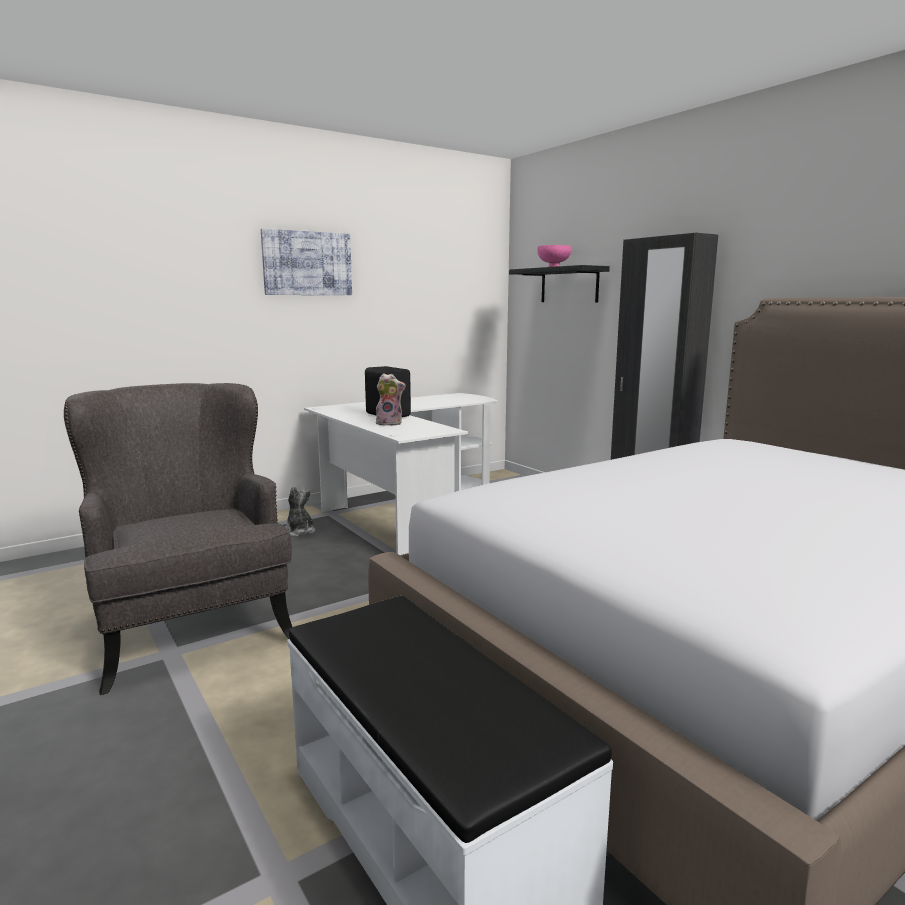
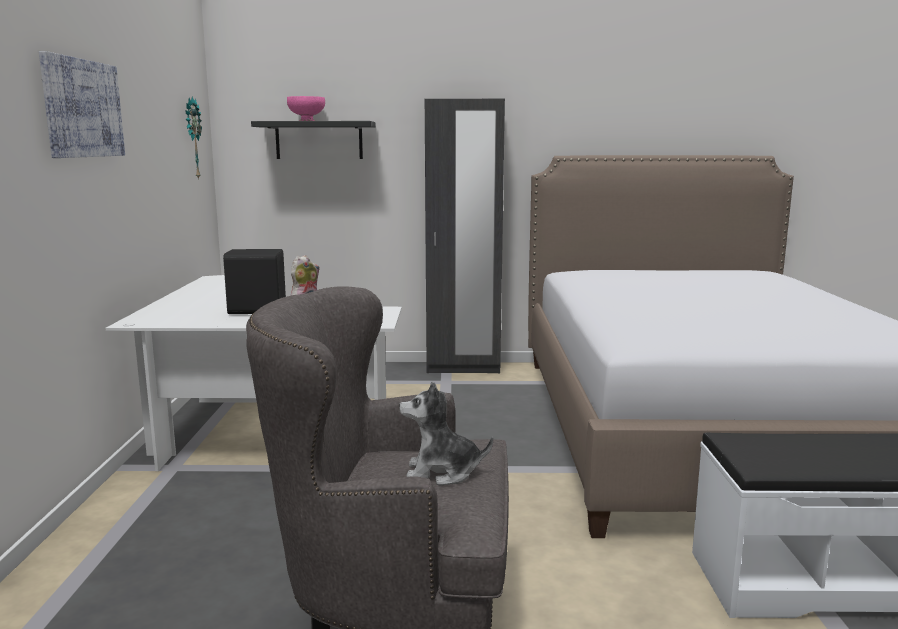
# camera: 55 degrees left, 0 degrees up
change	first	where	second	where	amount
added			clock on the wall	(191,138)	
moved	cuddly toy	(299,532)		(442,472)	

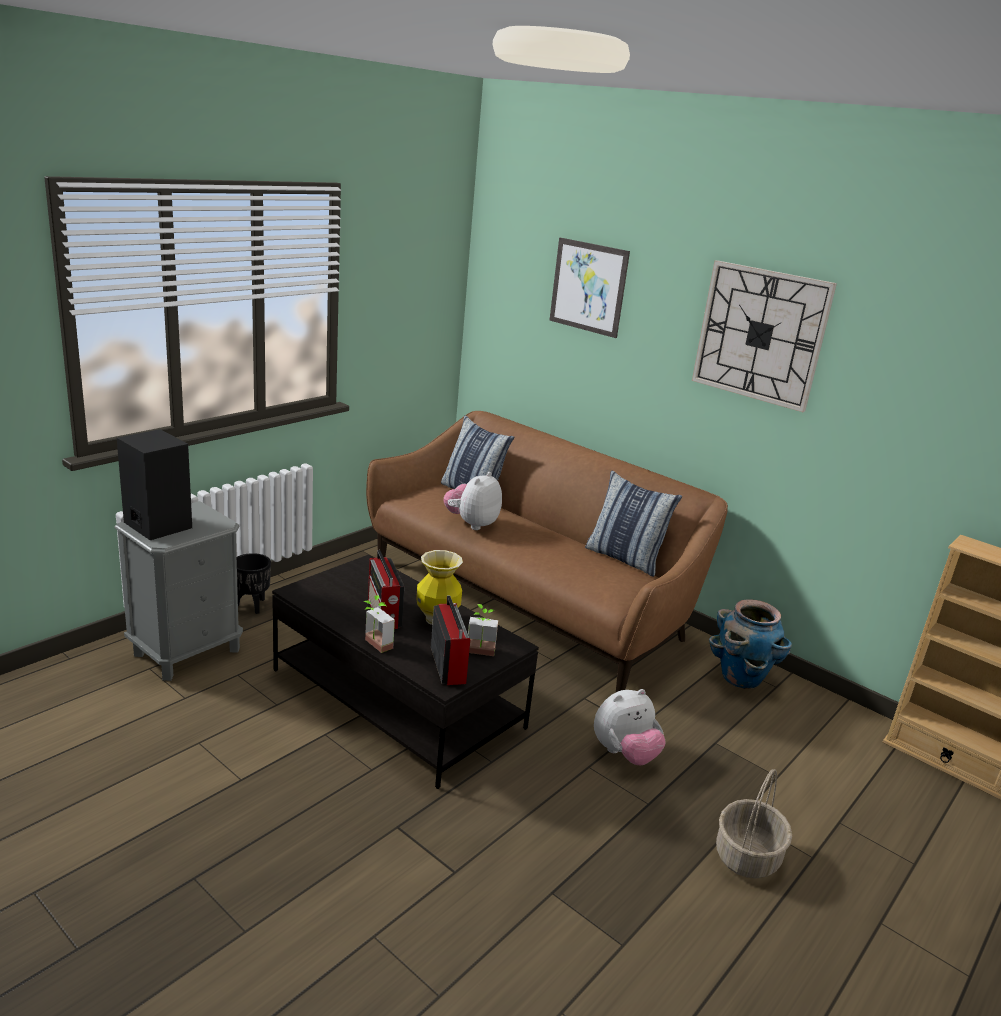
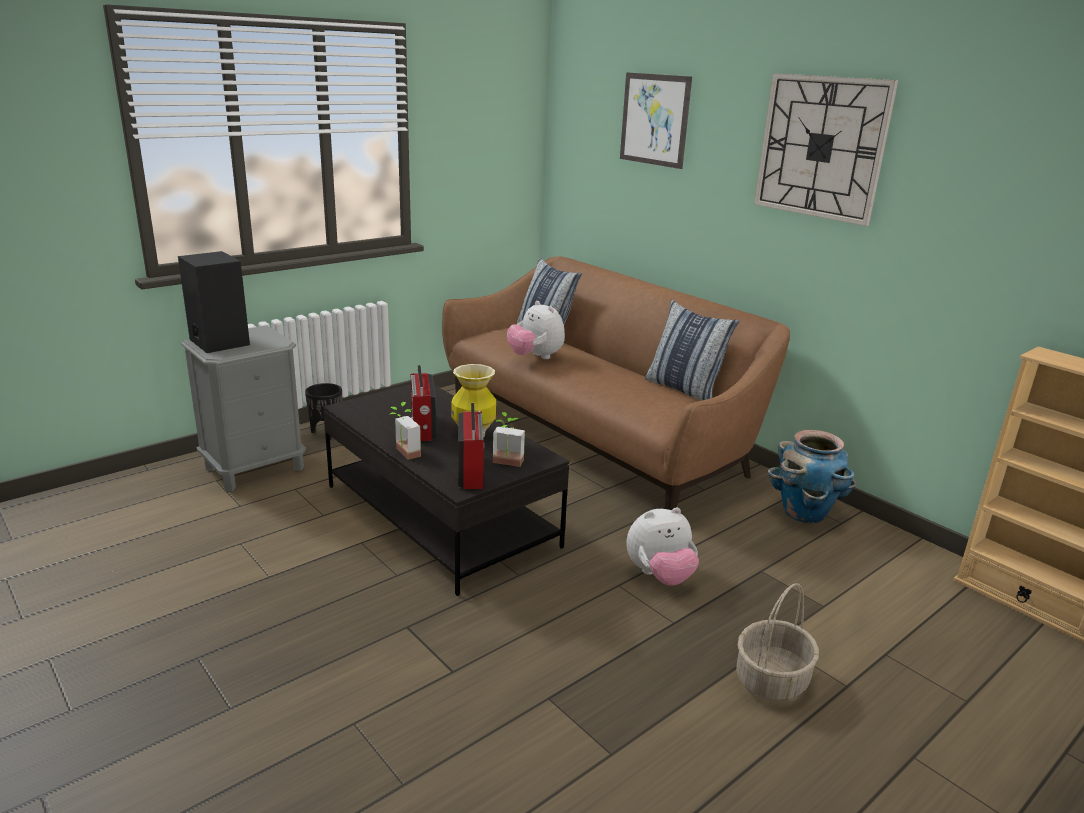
# camera: 10 degrees right, 0 degrees up
change	first	where	second	where	amount
turned	cuddly toy	(472,524)		(535,357)	75 degrees counterclockwise

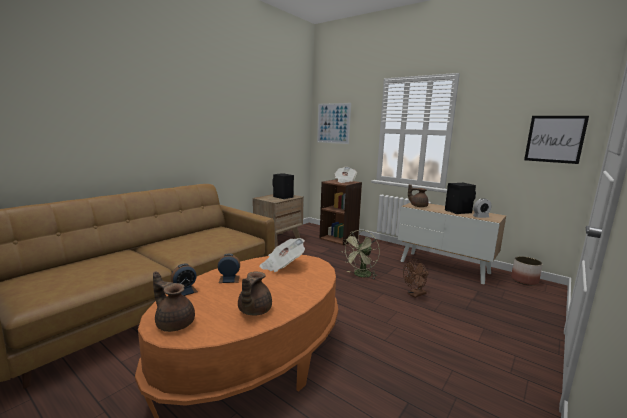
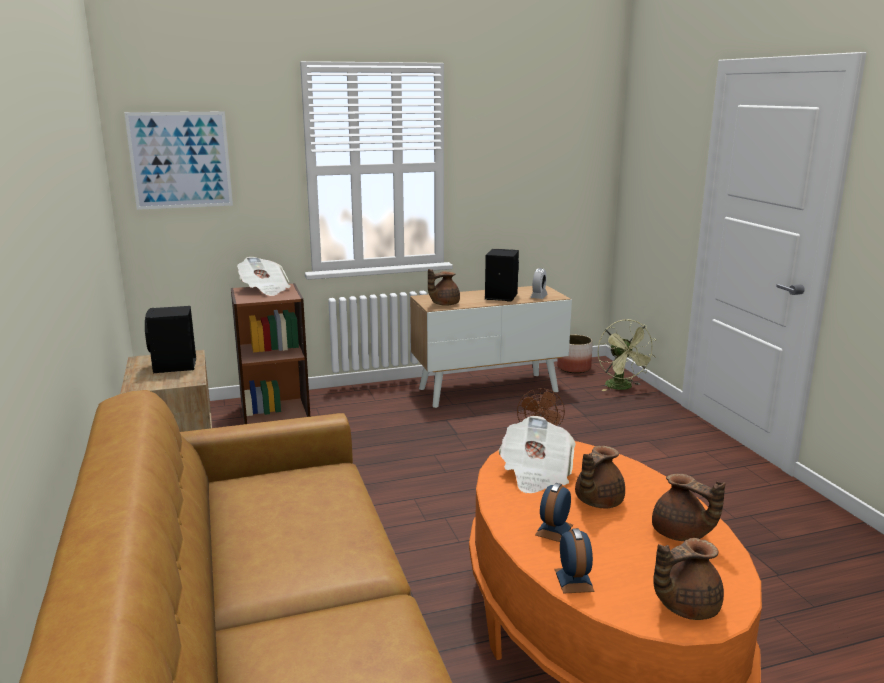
# camera: 55 degrees left, 5 degrees up
change	first	where	second	where	amount
added			teapot (brownish)	(597,501)	
moved	cooling fan (green)	(361,275)		(622,387)	
removed	wall art	(554,139)			

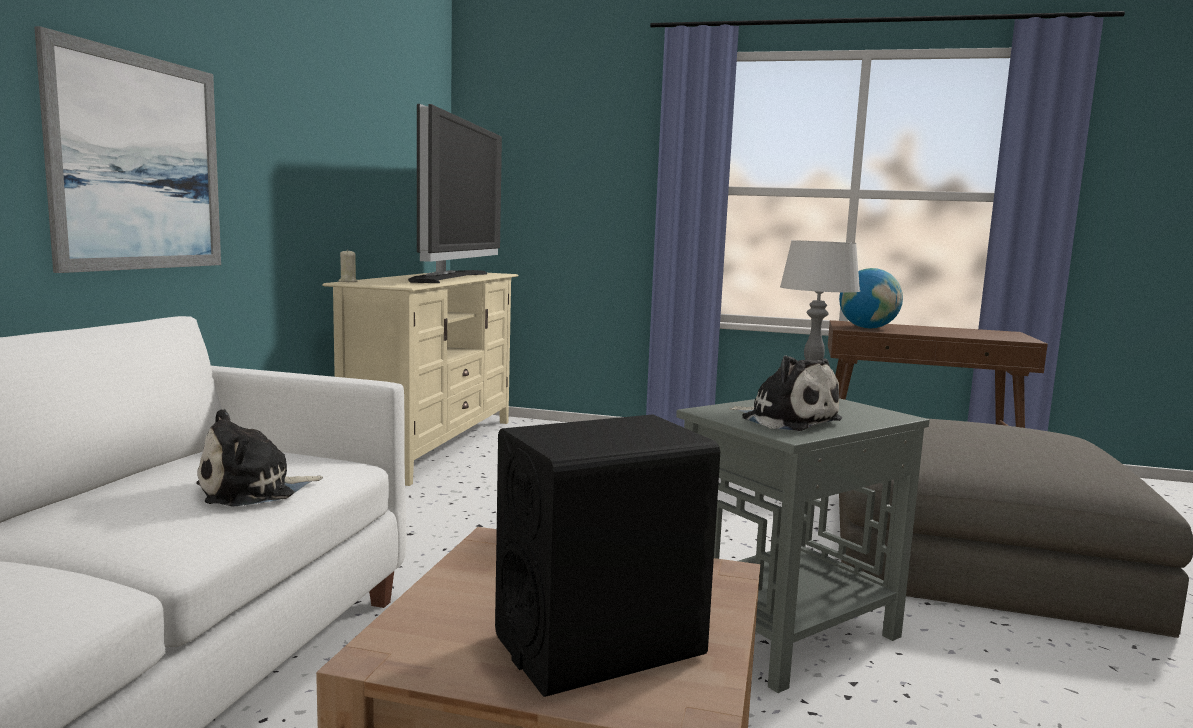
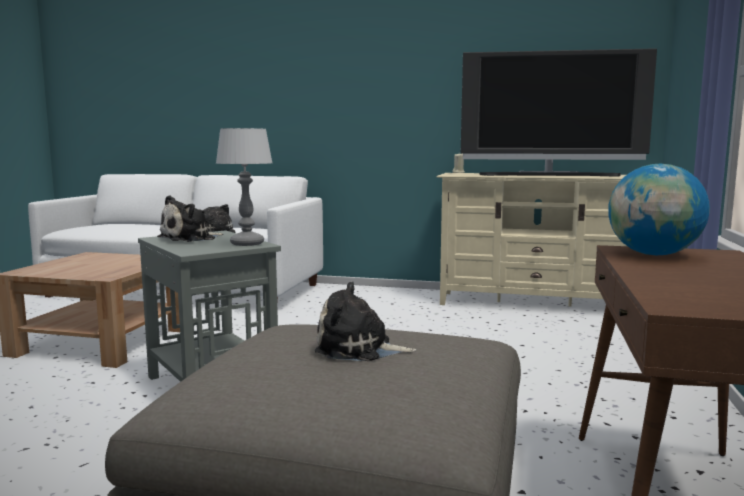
# camera: 90 degrees right, 0 degrees up
change	first	where	second	where	amount
added			cuddly toy	(358,349)	
removed	wall art	(138,163)			
removed	speaker (black-coloured)	(600,645)			

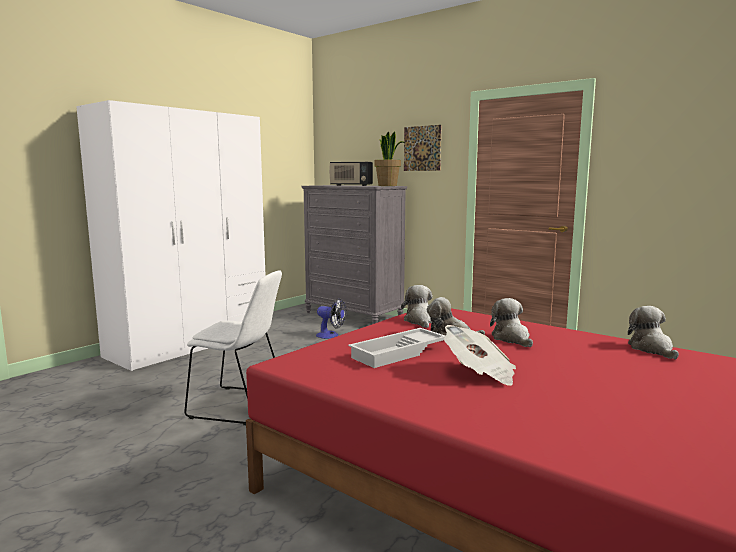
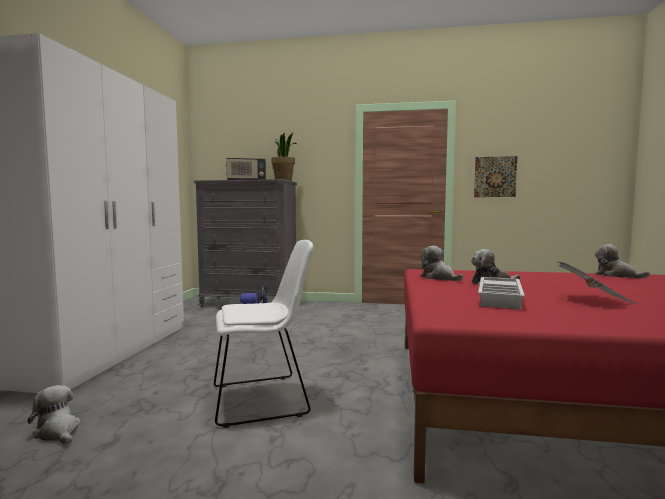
# camera: 30 degrees left, 5 degrees down
change	first	where	second	where	amount
moved	cuddly toy	(512,339)		(58,432)	
moved	wall art	(422,148)		(495,177)	

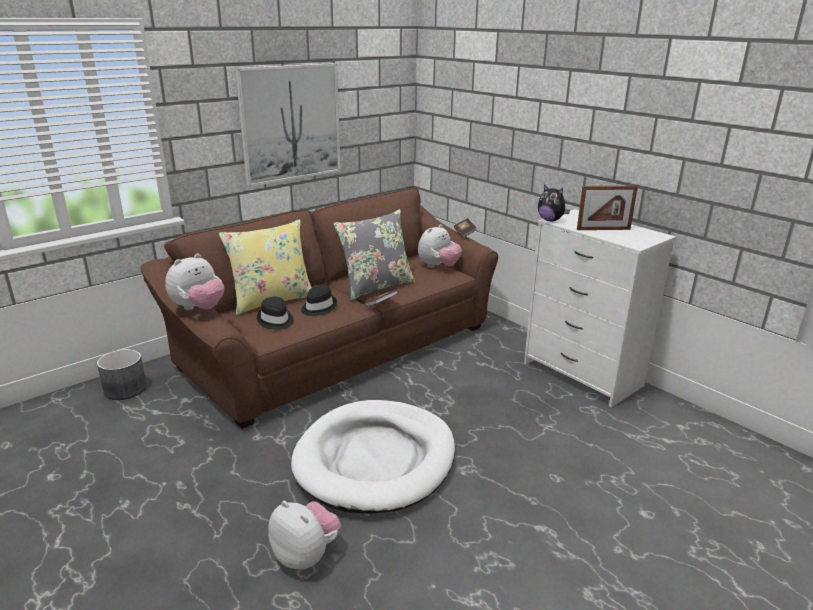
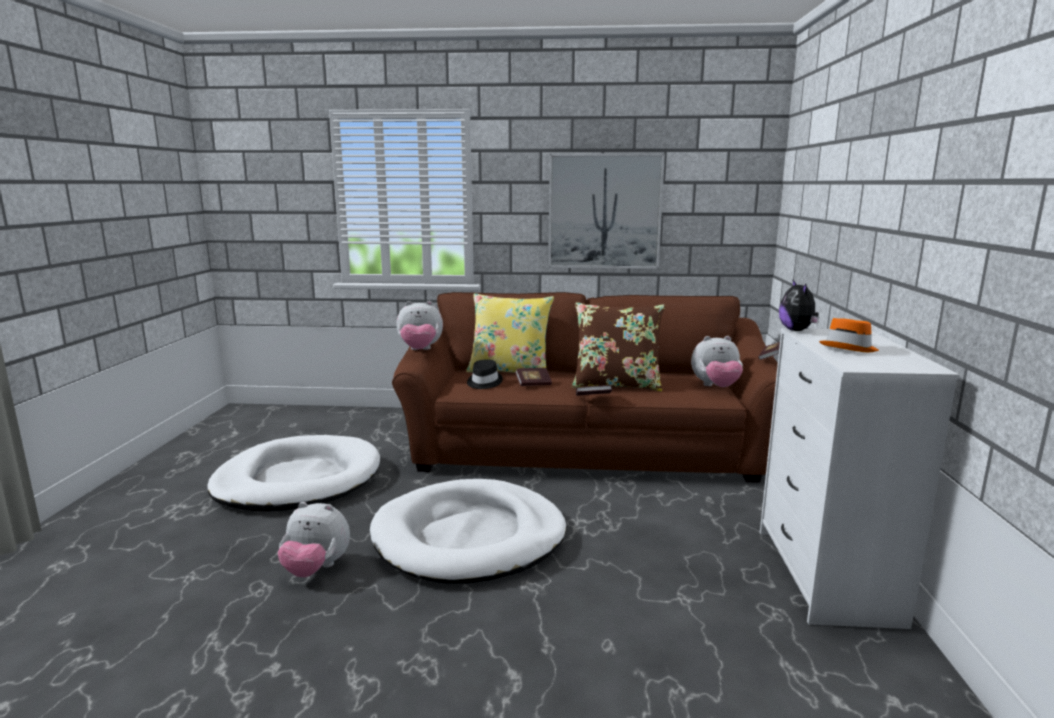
# camera: 45 degrees right, 10 degrees down
change	first	where	second	where	amount
added			dog bed (whitish)	(298,480)	
turned	cuddly toy	(306,555)		(316,569)	105 degrees clockwise
replaced	hat (black-coloured)	(318,307)	book	(533,384)	
recoloured	cushion (gray)	(376,286)	cushion (brownish)	(616,385)	
replaced	standing frame	(603,229)	hat (orange)	(849,348)	
removed	planter (gray)	(125,389)			

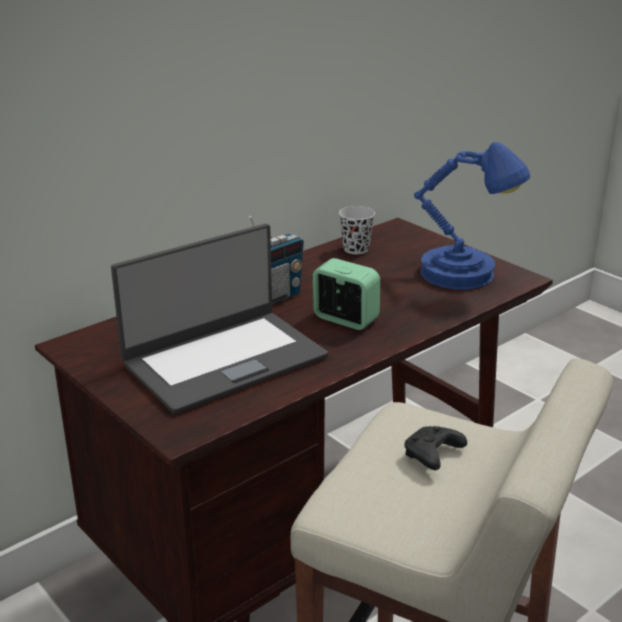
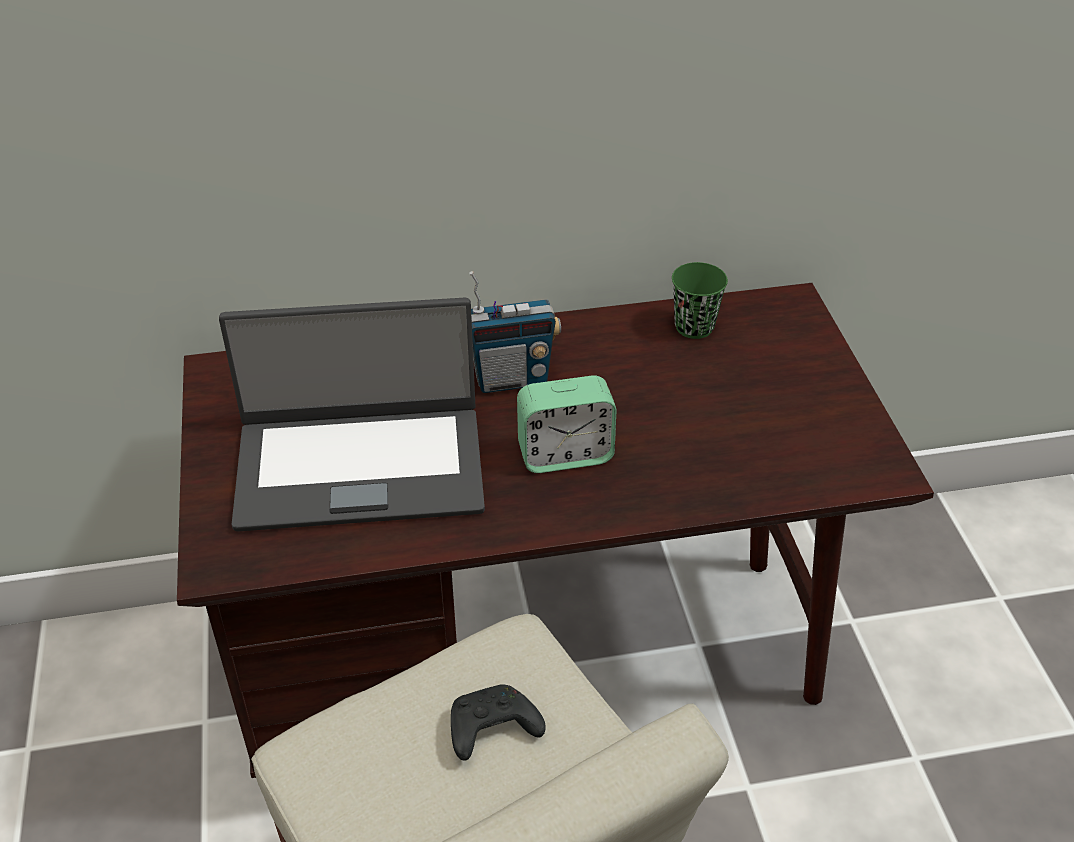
# camera: 30 degrees right, 15 degrees up
change	first	where	second	where	amount
turned	bedside clock	(345,319)		(565,454)	105 degrees clockwise
recoloured	cup (black-coloured)	(356,249)	cup (green)	(694,327)	
removed	lamp for a table (blue-coloured)	(463,274)			

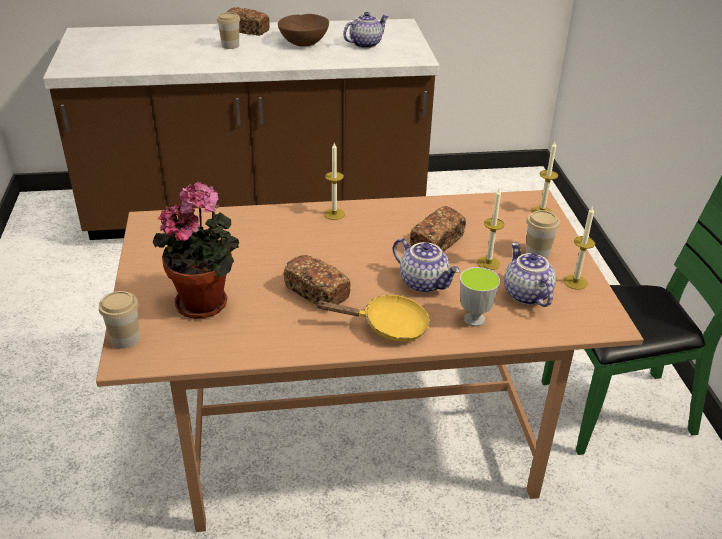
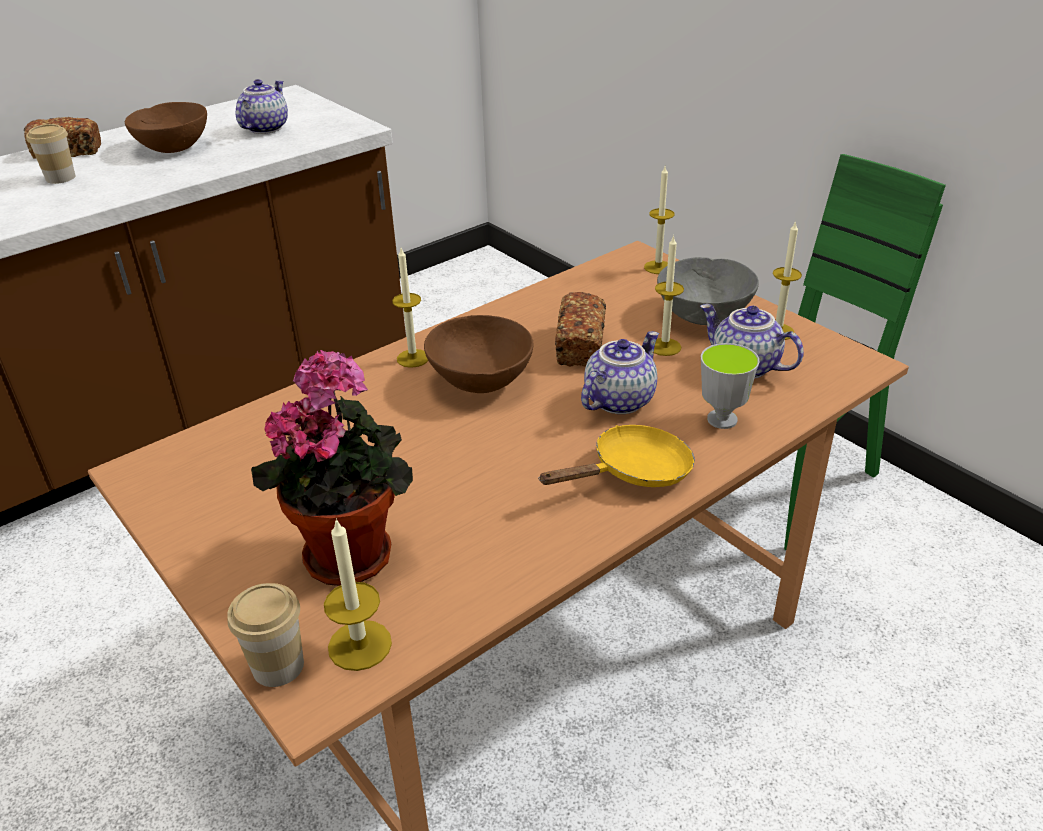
# camera: 30 degrees left, 0 degrees up
change	first	where	second	where	amount
added			wax light	(360,645)	
added			deep dish (brownish)	(481,380)	
turned	teapot	(424,283)		(618,400)	60 degrees counterclockwise
replaced	cup	(537,253)	deep dish (gray)	(703,314)	
removed	baked bread	(317,293)			

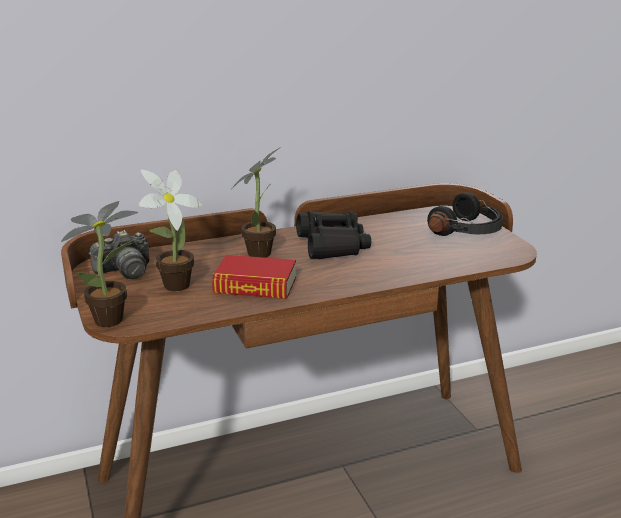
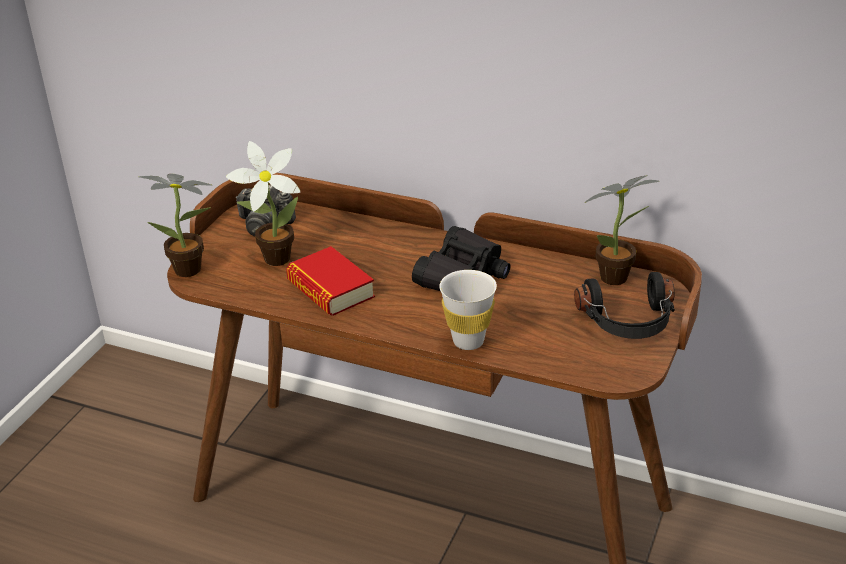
# camera: 45 degrees right, 10 degrees up
change	first	where	second	where	amount
added			cup (whitish)	(468,341)	
moved	houseplant	(262,252)		(619,277)	

